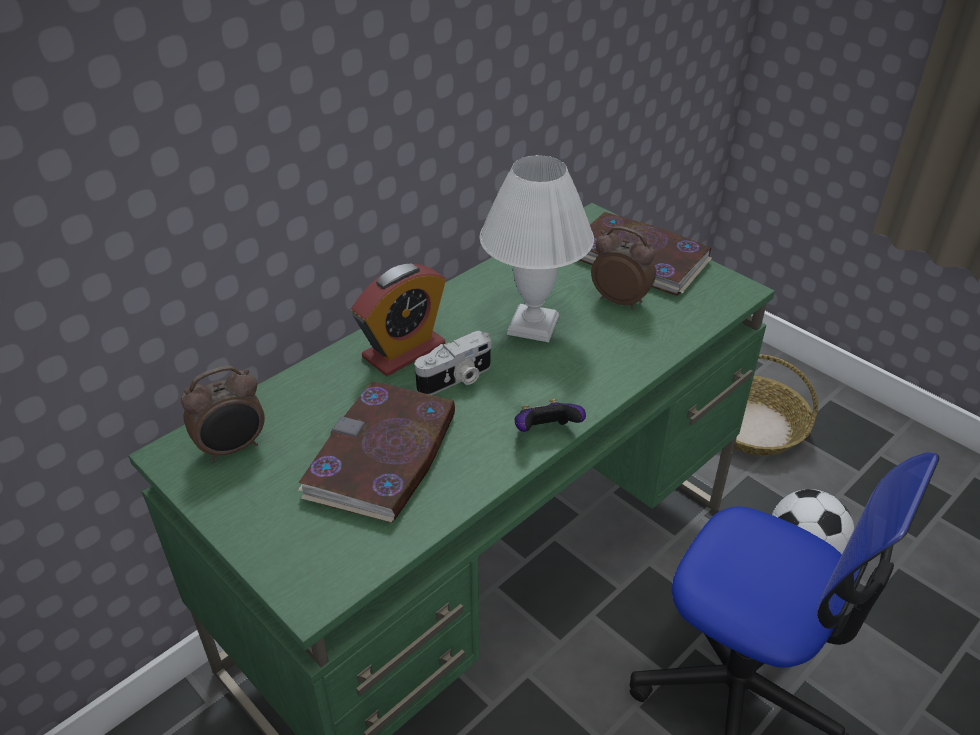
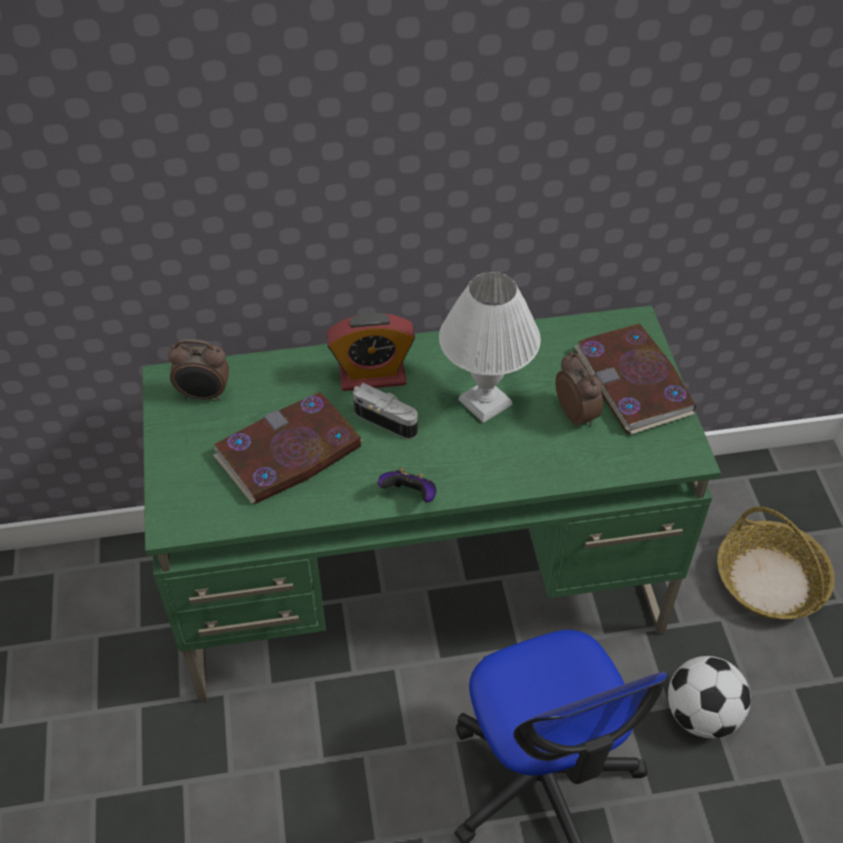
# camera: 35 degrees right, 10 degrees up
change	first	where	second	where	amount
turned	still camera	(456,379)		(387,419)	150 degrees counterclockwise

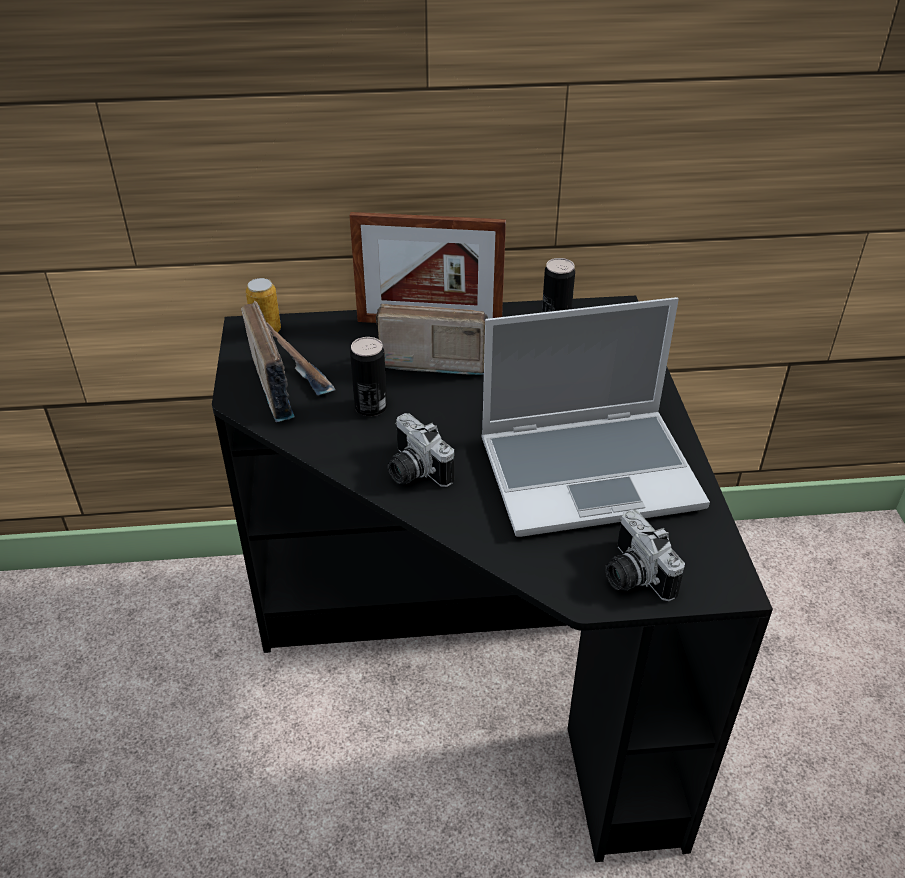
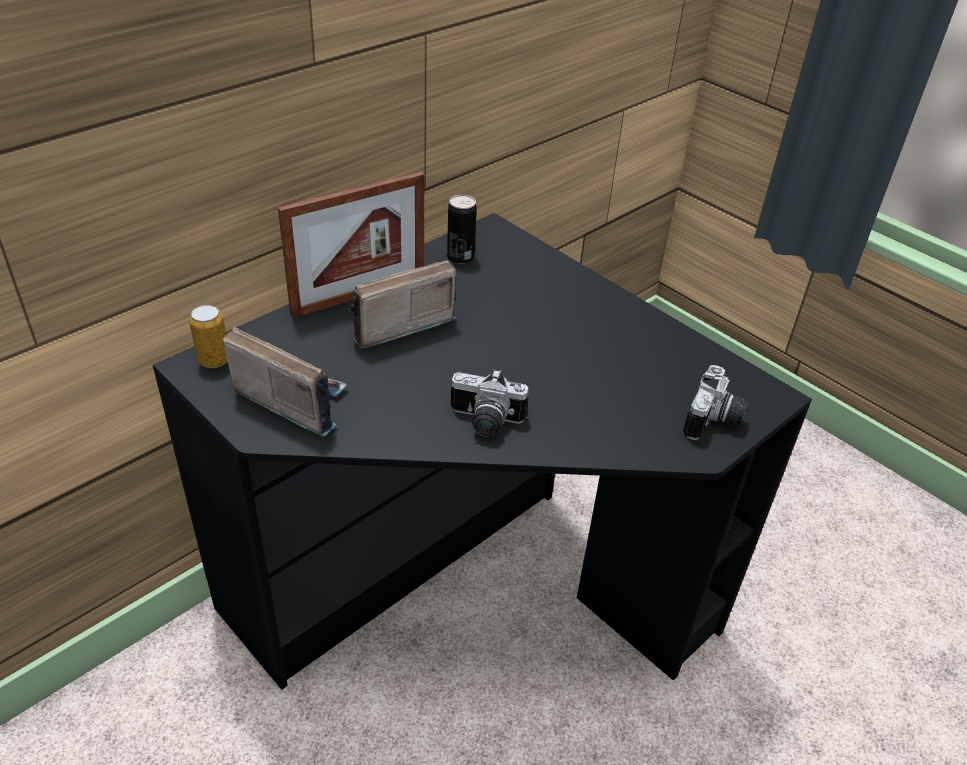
# camera: 40 degrees left, 0 degrees up
change	first	where	second	where	amount
turned	still camera	(632,576)		(715,421)	90 degrees counterclockwise
removed	can	(371,407)			
removed	notebook computer	(591,472)			

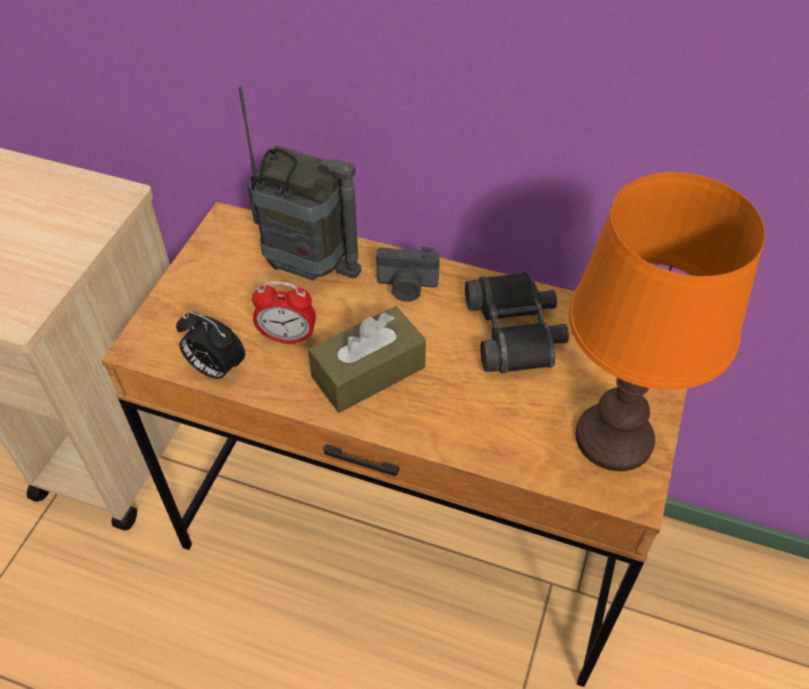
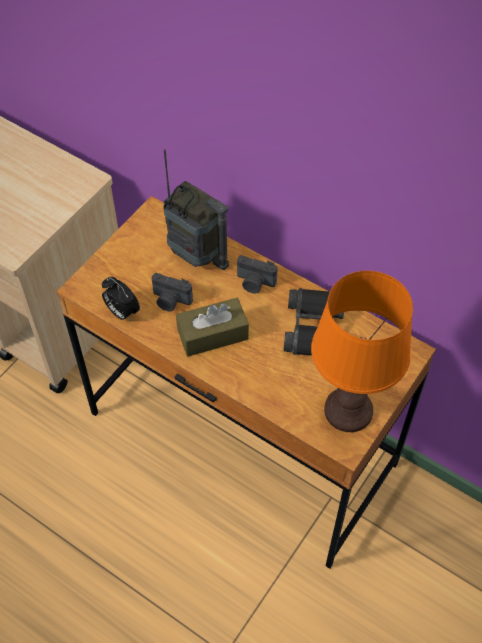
# camera: 15 degrees right, 5 degrees up
change	first	where	second	where	amount
replaced	bedside clock	(287,337)	still camera	(170,301)	

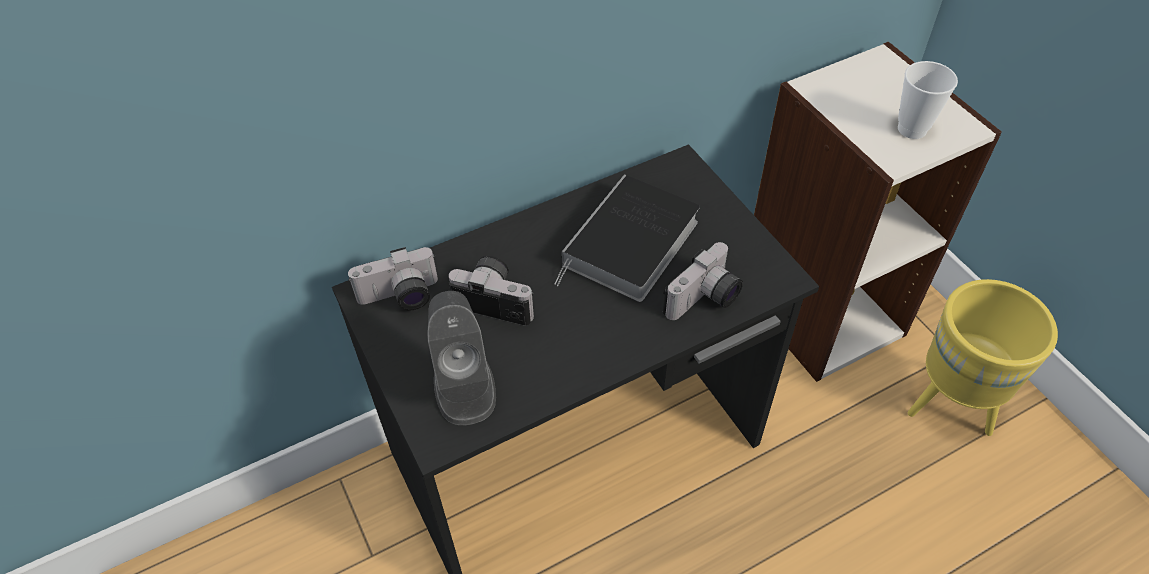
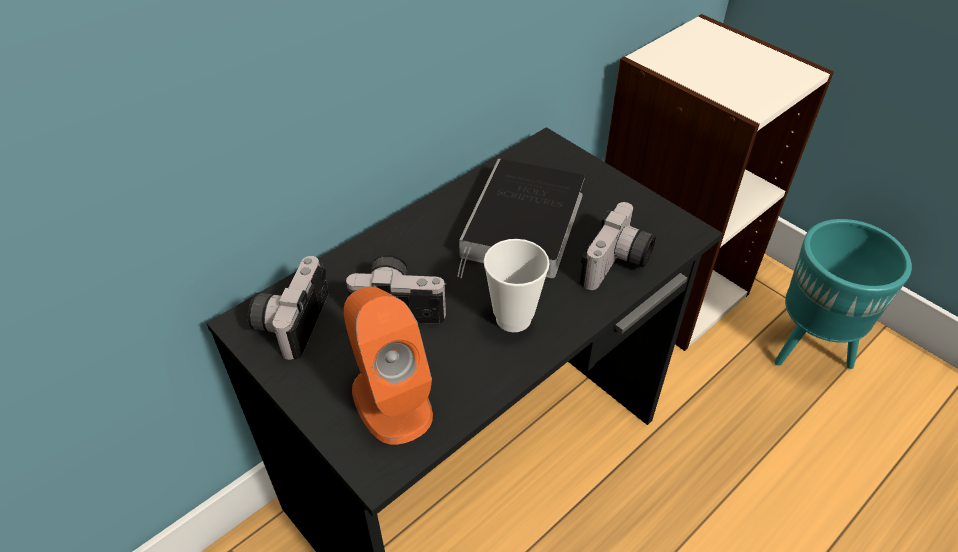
# camera: 15 degrees left, 5 degrees down
change	first	where	second	where	amount
turned	still camera	(400,298)		(290,320)	135 degrees clockwise
recoloured	speaker (gray)	(464,386)	speaker (orange)	(391,400)	
moved	cup	(912,129)		(513,318)	
recoloured	planter (yellow)	(951,405)	planter (blue-green)	(809,348)	

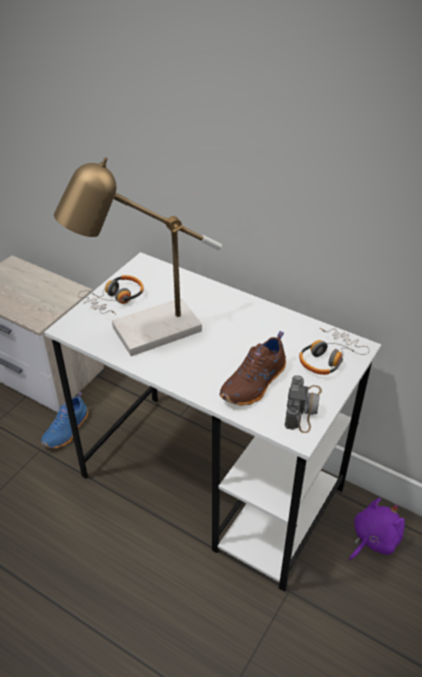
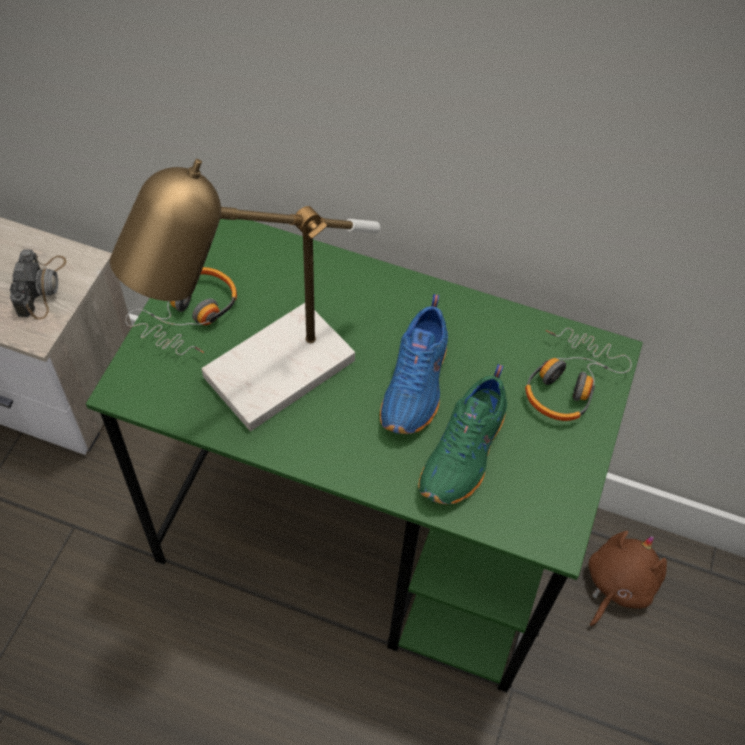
# camera: 15 degrees left, 15 degrees up
change	first	where	second	where	amount
moved	still camera	(303,407)		(41,287)	
recoloured	desk table (whitish)	(213,483)	desk table (green)	(365,537)	
moved	item of footwear (blue-coloured)	(67,430)		(417,384)	
recoloured	item of footwear (brownish)	(255,384)	item of footwear (green)	(465,452)	
recoloured	cuddly toy (purple)	(373,539)	cuddly toy (brownish)	(617,584)	

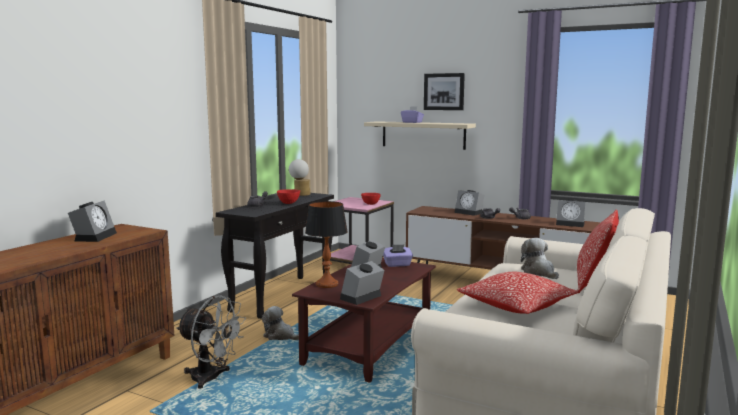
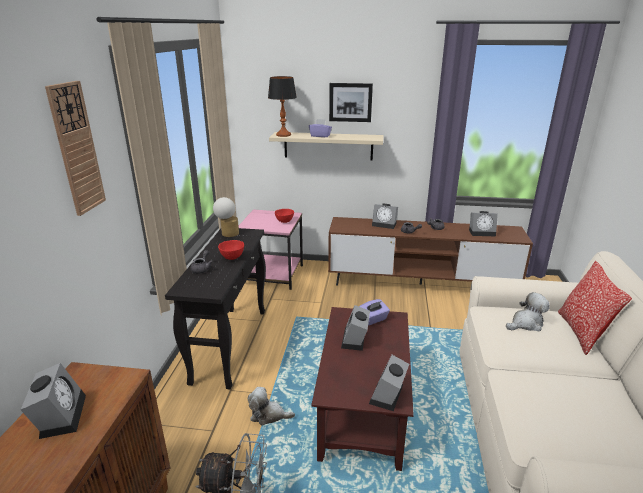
# camera: 20 degrees left, 15 degrees up
change	first	where	second	where	amount
added			clock on the wall	(76,149)	
moved	lamp for a table	(327,284)		(283,135)	
turned	cuddly toy	(539,272)		(526,323)	105 degrees clockwise
removed	cushion	(516,306)			

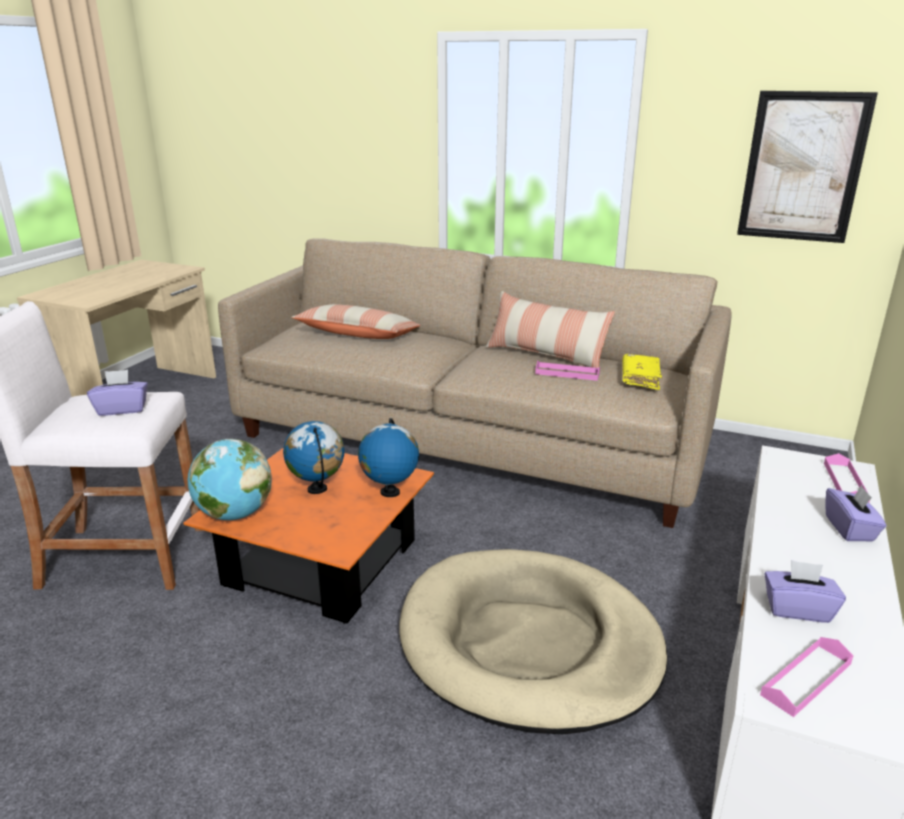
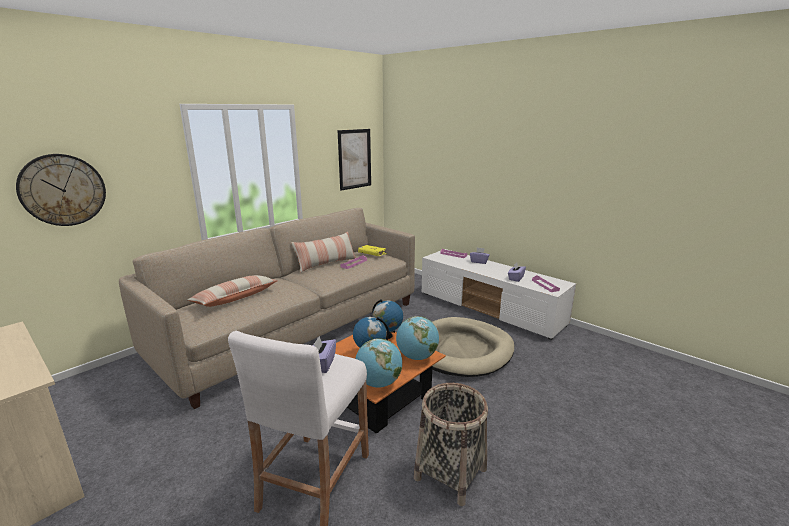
# camera: 70 degrees left, 5 degrees down
change	first	where	second	where	amount
added			clock on the wall	(63,190)	
added			world globe	(417,357)	
added			household basket	(450,473)	

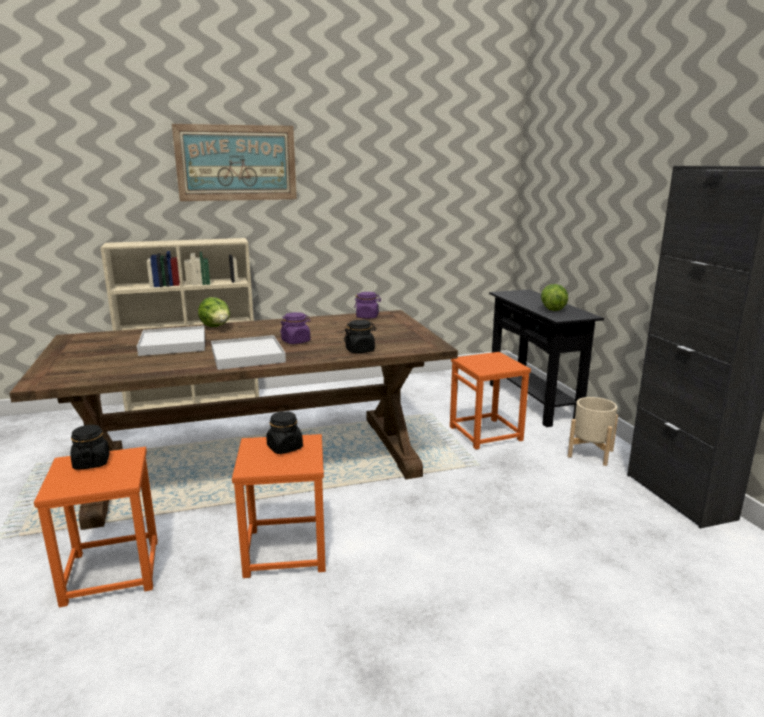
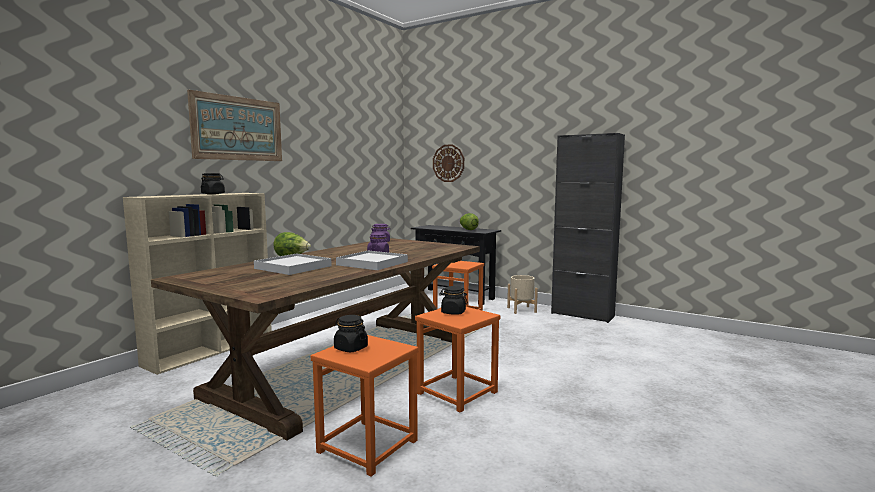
# camera: 40 degrees left, 10 degrees down
change	first	where	second	where	amount
moved	jar (black-coloured)	(360,350)		(213,194)	
added			clock on the wall	(448,163)	

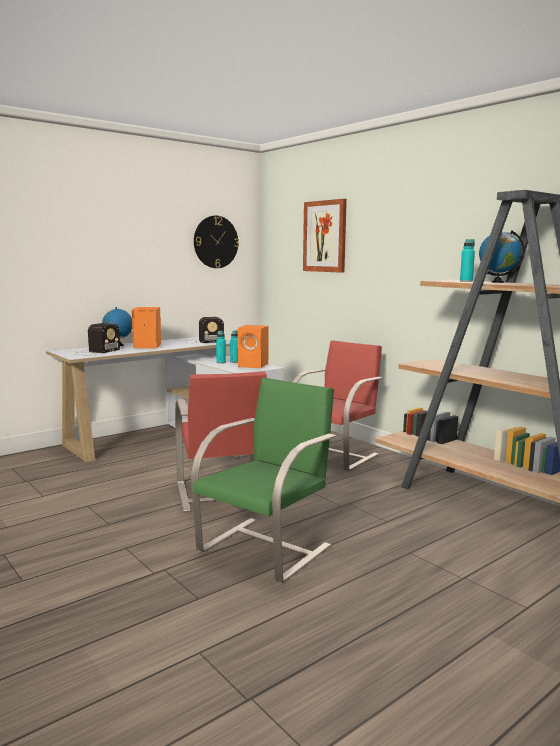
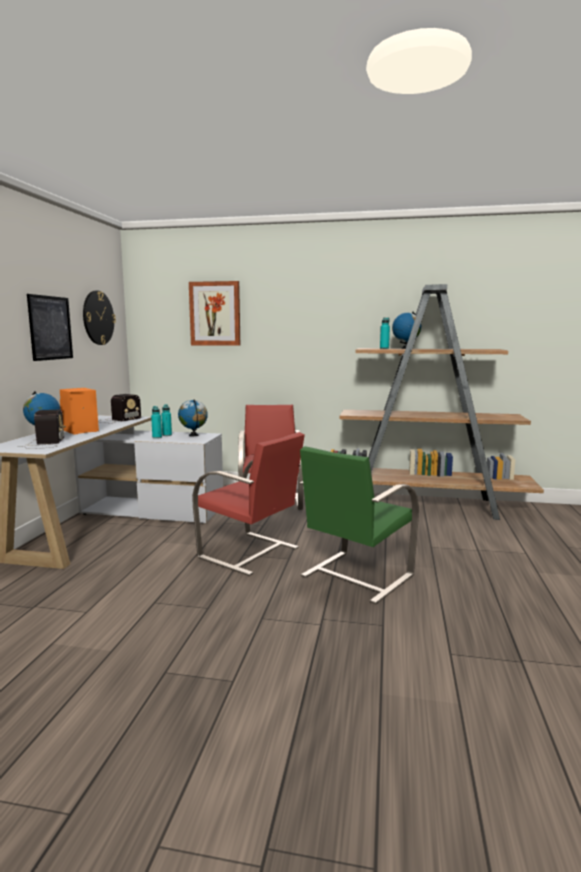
# camera: 40 degrees left, 0 degrees up
change	first	where	second	where	amount
added			wall art	(50,328)	
replaced	speaker (orange)	(254,365)	world globe	(193,435)	
turned	upright chair (green)	(266,548)		(355,576)	135 degrees counterclockwise

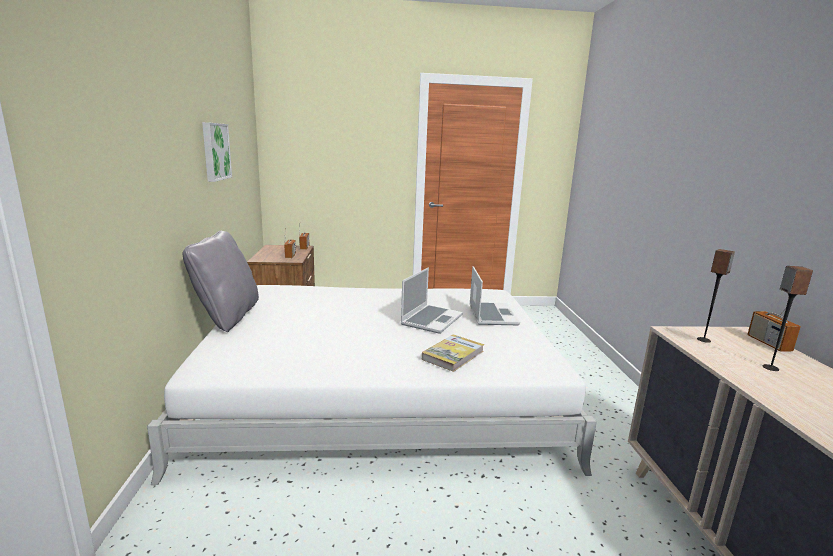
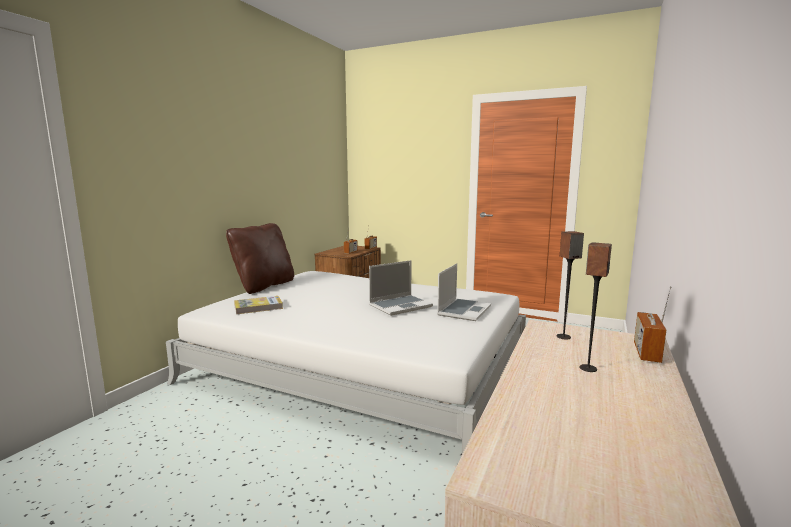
# camera: 30 degrees right, 5 degrees down
change	first	where	second	where	amount
recoloured	cushion (gray)	(227,317)	cushion (brownish)	(264,286)	
moved	book	(453,355)		(258,307)	
removed	wall art	(214,151)			

